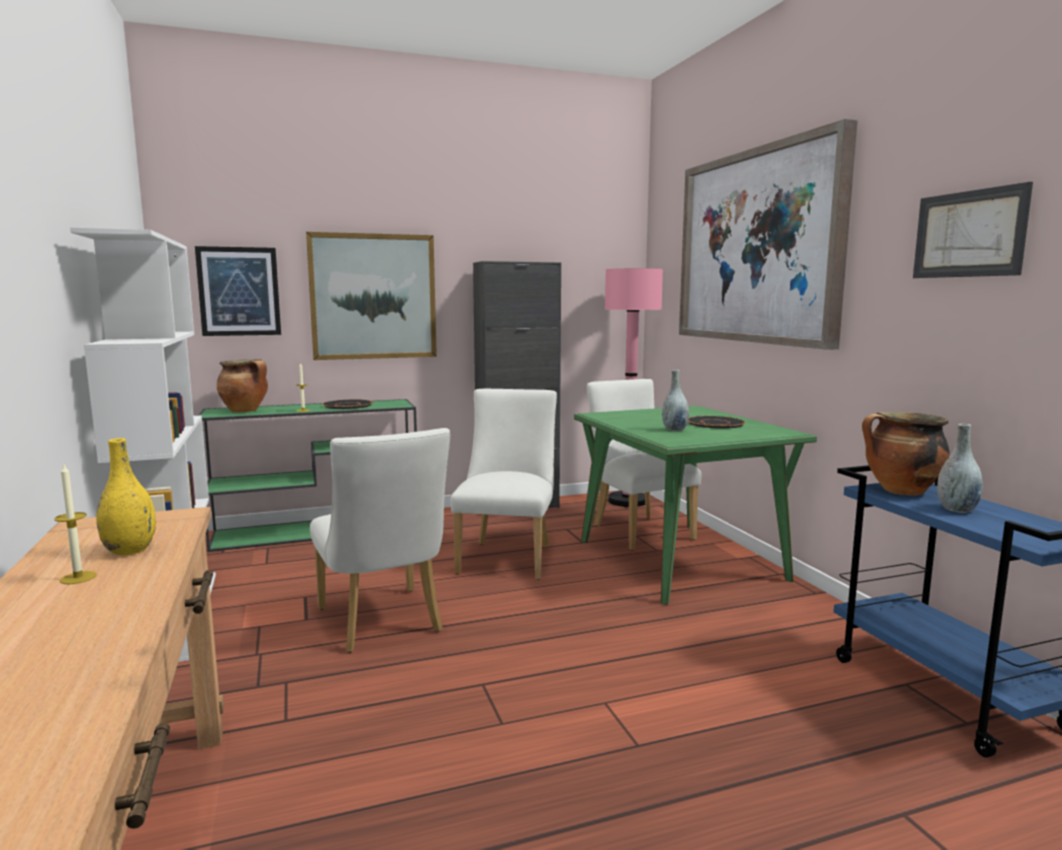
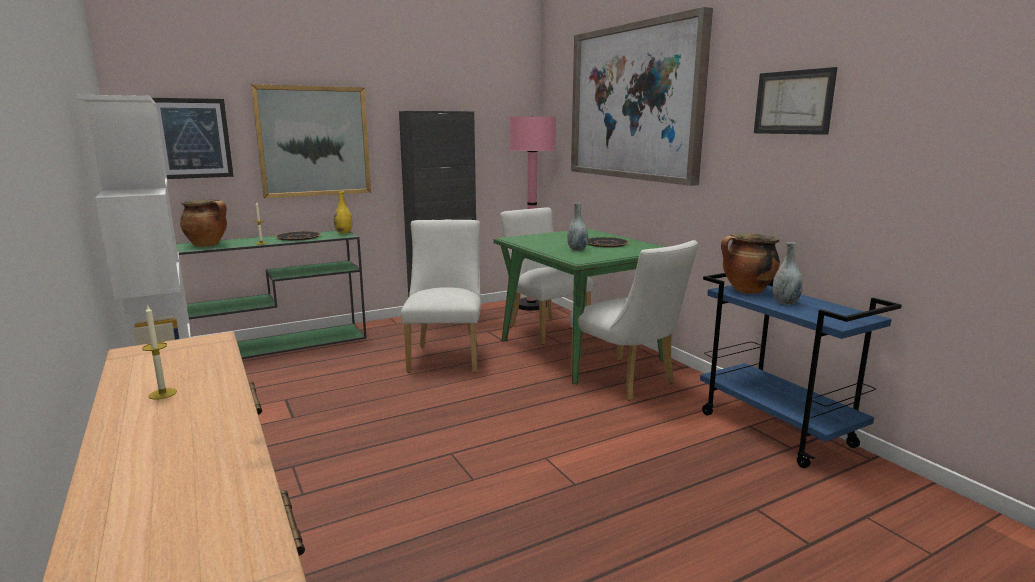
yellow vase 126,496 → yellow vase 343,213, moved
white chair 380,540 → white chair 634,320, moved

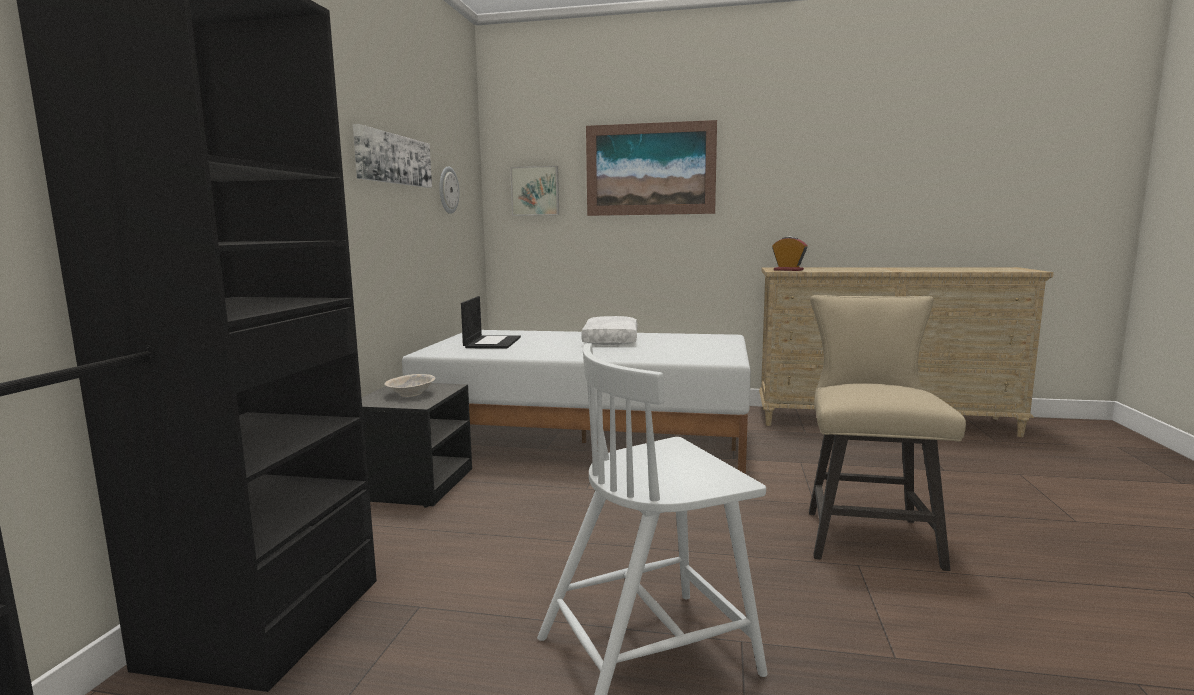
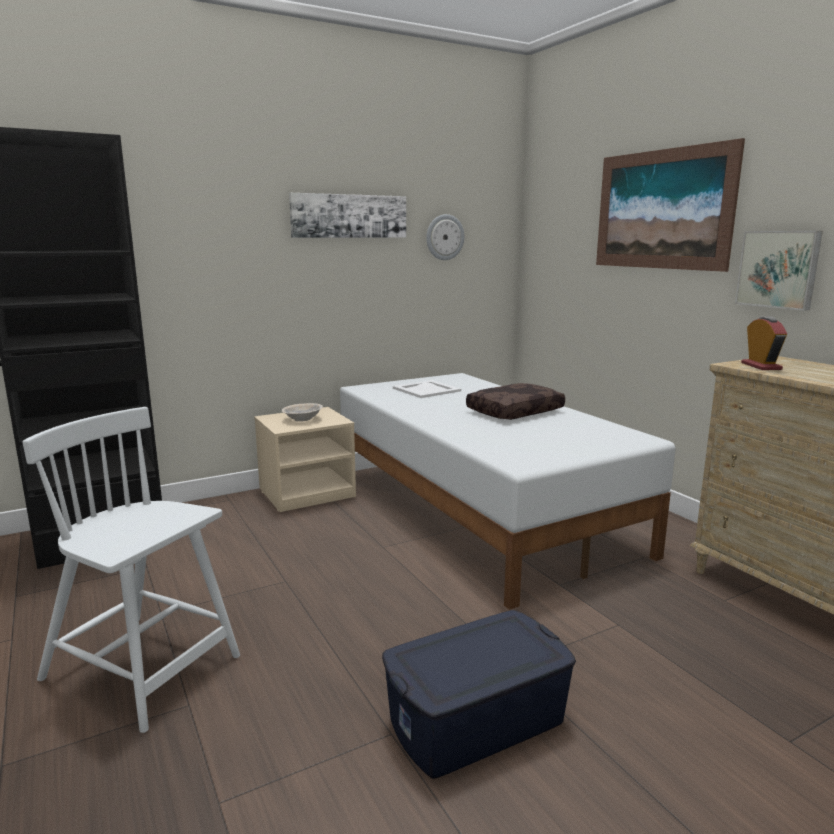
black nightstand 417,445 → beige nightstand 305,459
beige chair 887,433 → blue storage box 479,694
laptop 491,322 → white tray 427,389
white pillow 609,330 → brown pillow 515,401
picture 534,191 → picture 779,271, moved

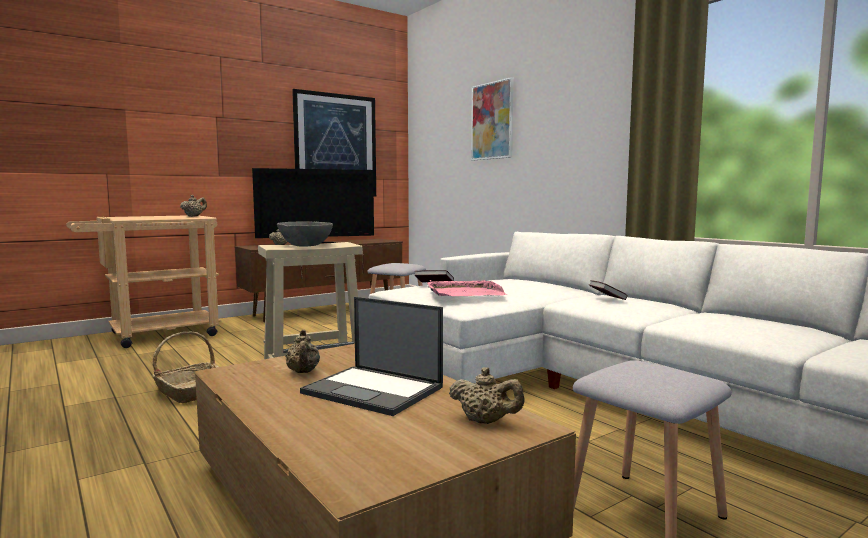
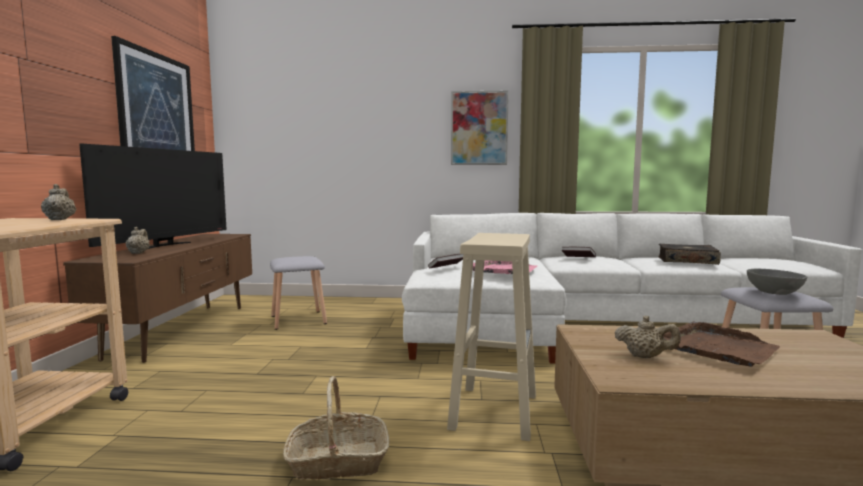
picture 492,118 → picture 480,128, moved
- → book 689,254
laptop 371,356 → brown tray 721,344
grey bowl 305,234 → grey bowl 777,282, moved
beige teapot 487,395 → -

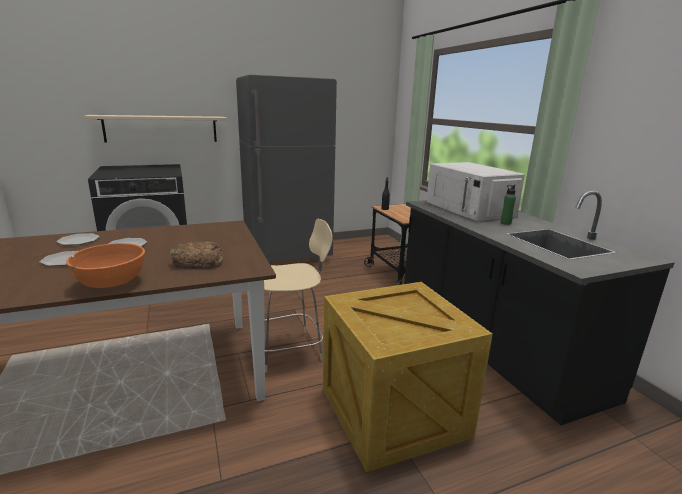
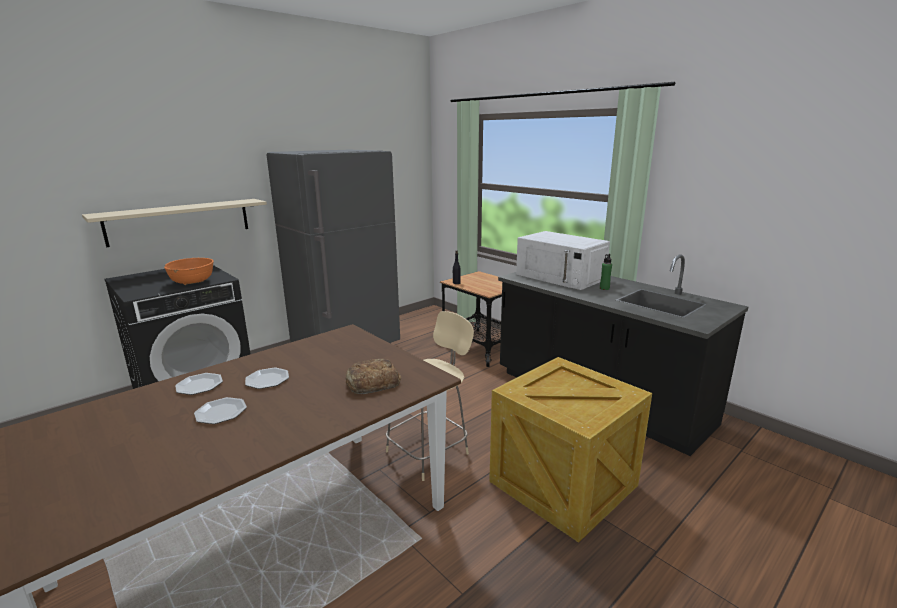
orange bowl 105,265 → orange bowl 189,271, moved

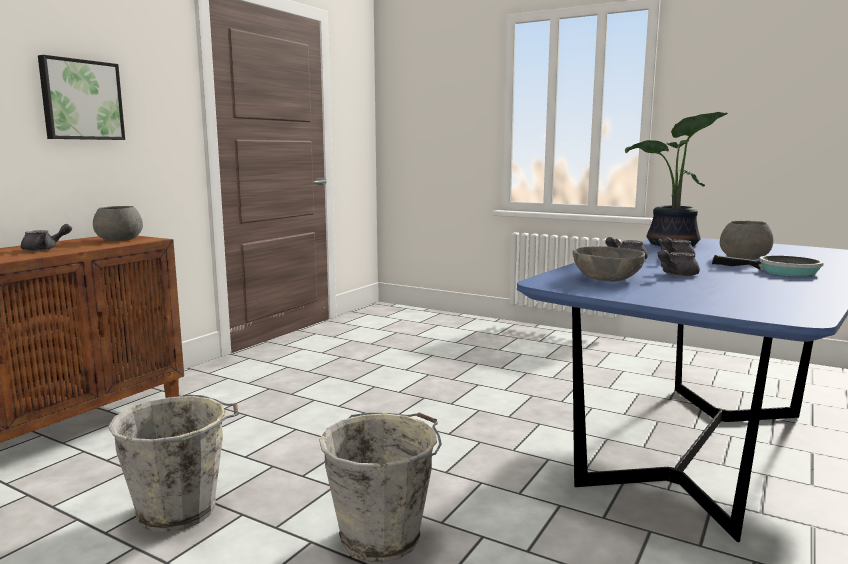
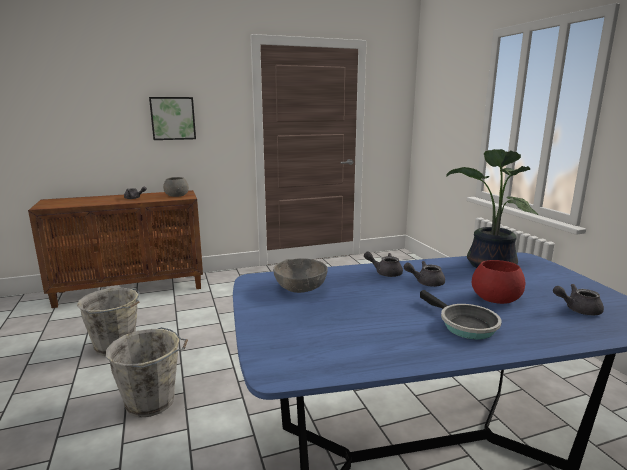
grey bowl 746,240 → red bowl 498,282
grey teapot 678,263 → grey teapot 578,299, moved

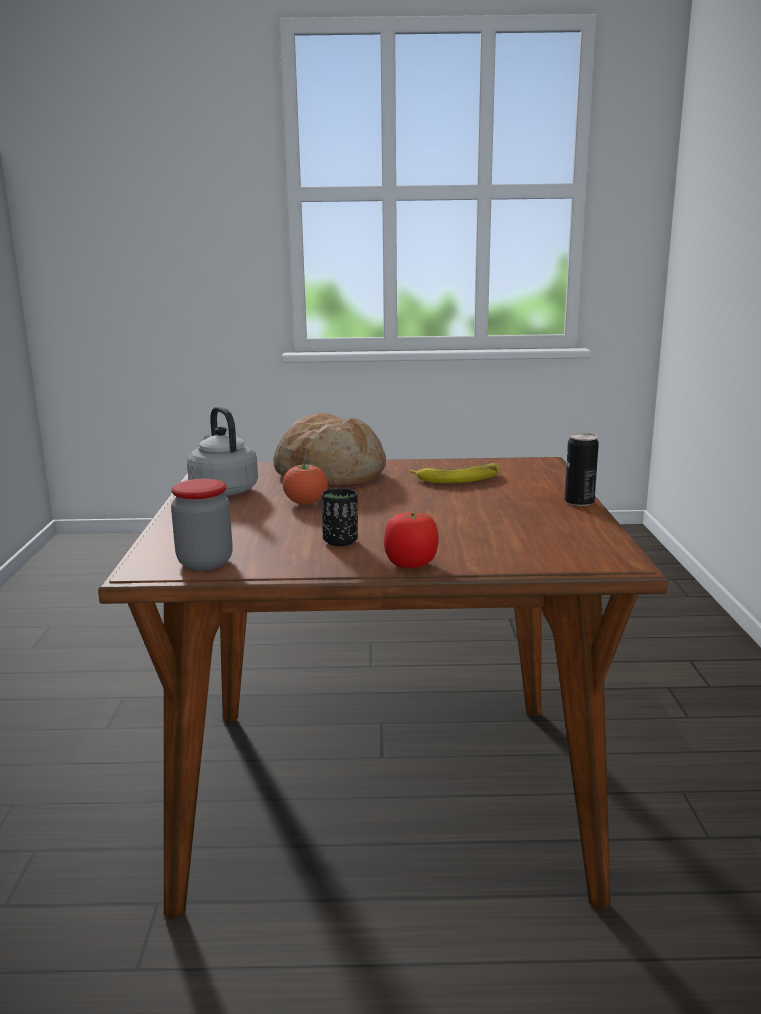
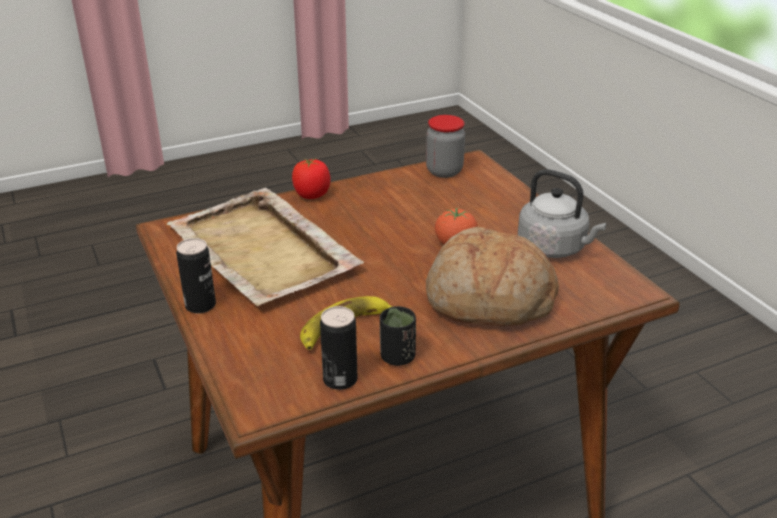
- → beige tray 265,247
- → can 338,348
black cup 340,517 → black cup 398,336, moved

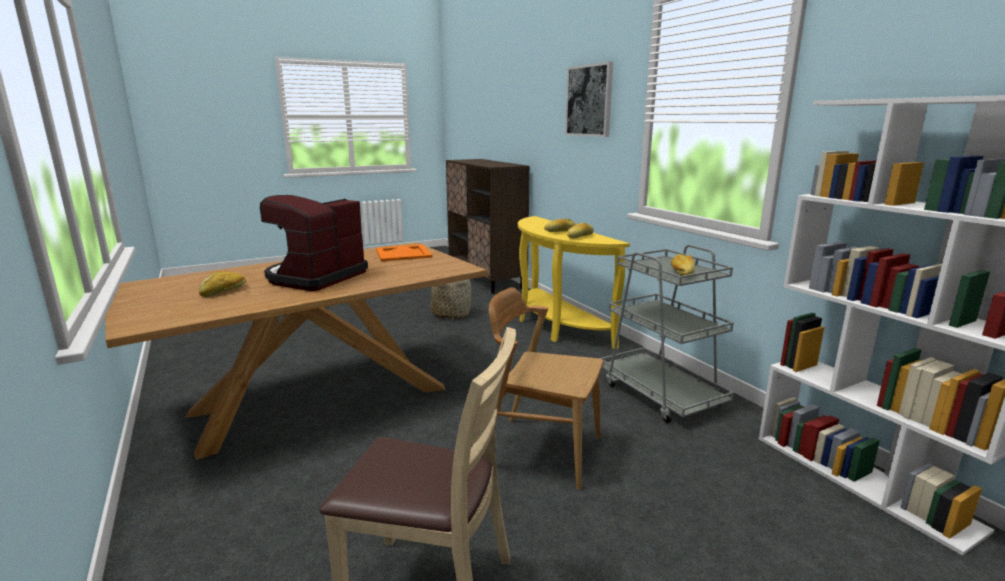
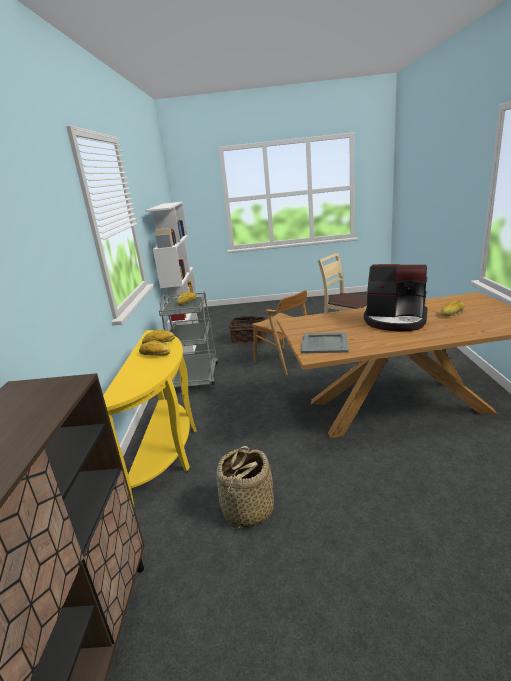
- → basket 248,330
orange tray 404,253 → grey tray 325,342
coffee machine 314,243 → coffee machine 396,297, 60 degrees clockwise
picture 589,99 → -

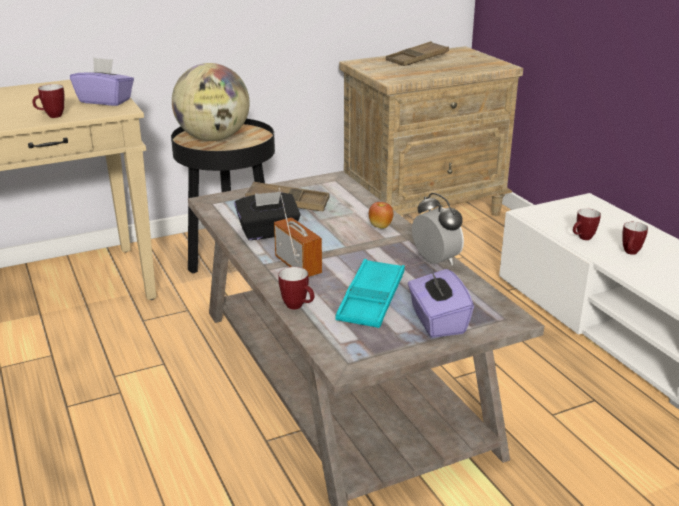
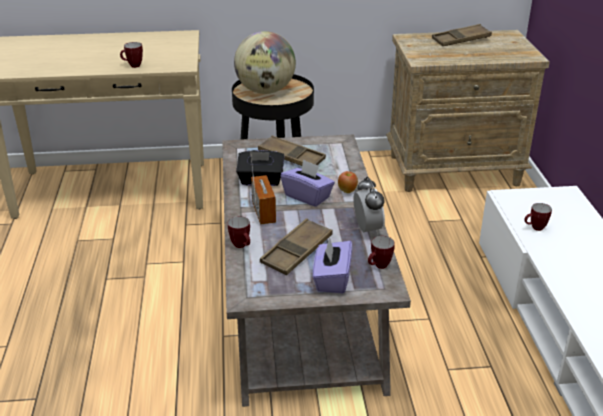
turquoise tray 370,293 → brown tray 296,246
purple tissue box 102,82 → purple tissue box 307,183, moved
mug 635,238 → mug 381,252, moved

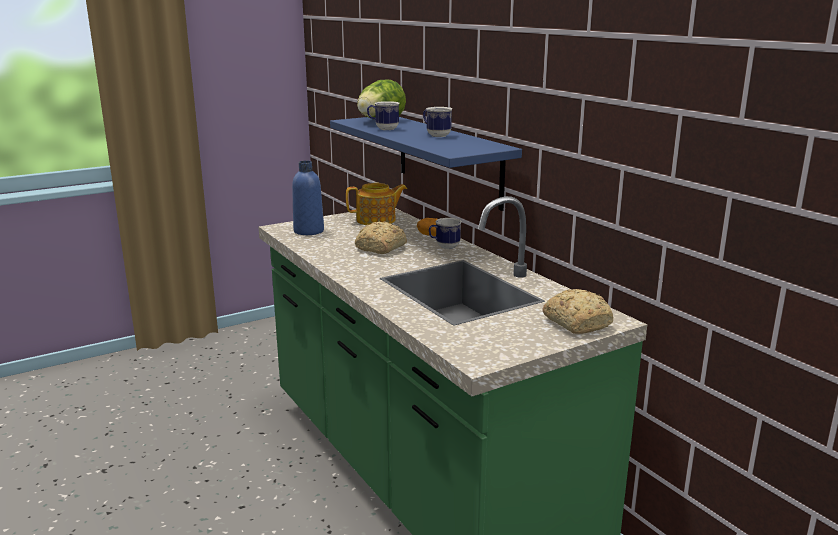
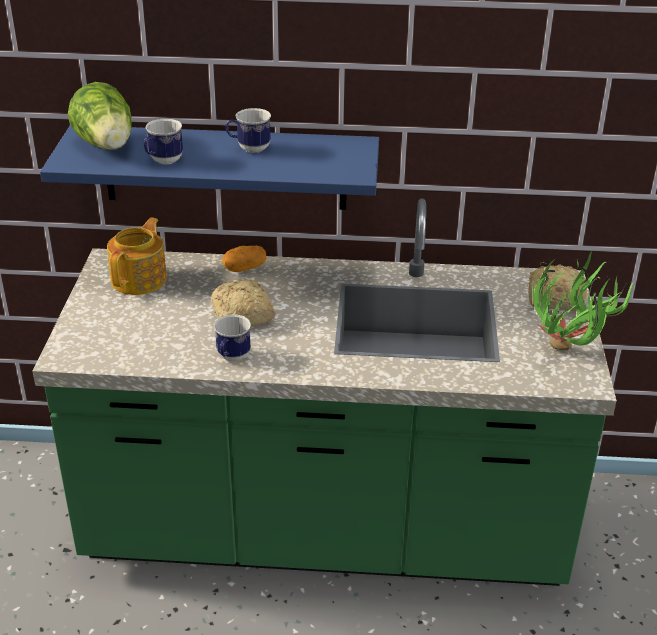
mug 445,233 → mug 232,337, moved
- → potted plant 583,301
blue bottle 308,198 → -

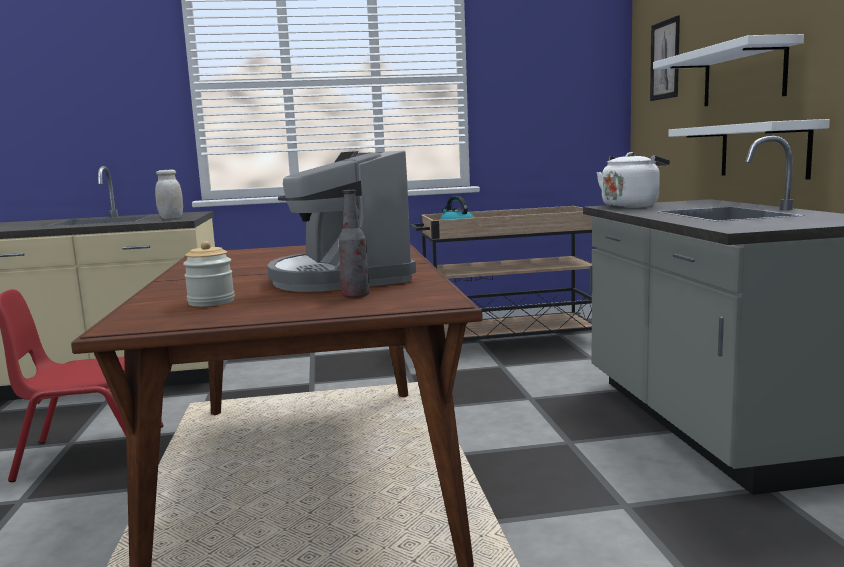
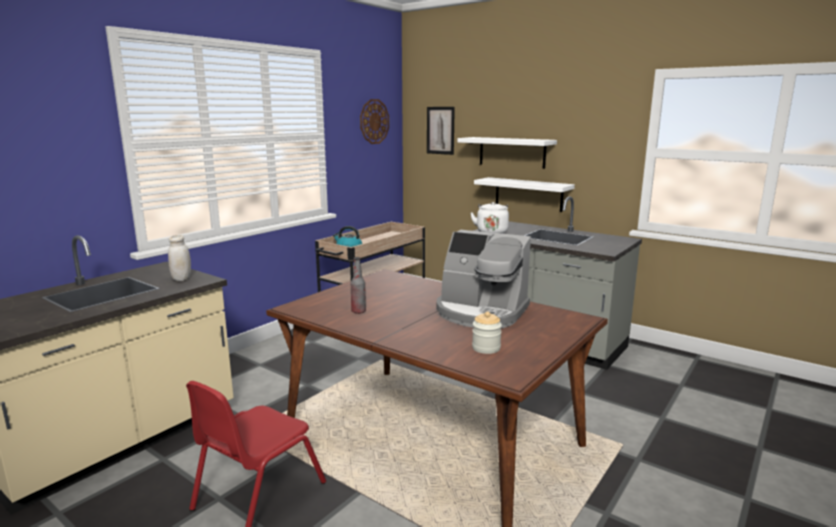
bottle 354,244 → bottle 358,285, moved
- → wall clock 374,121

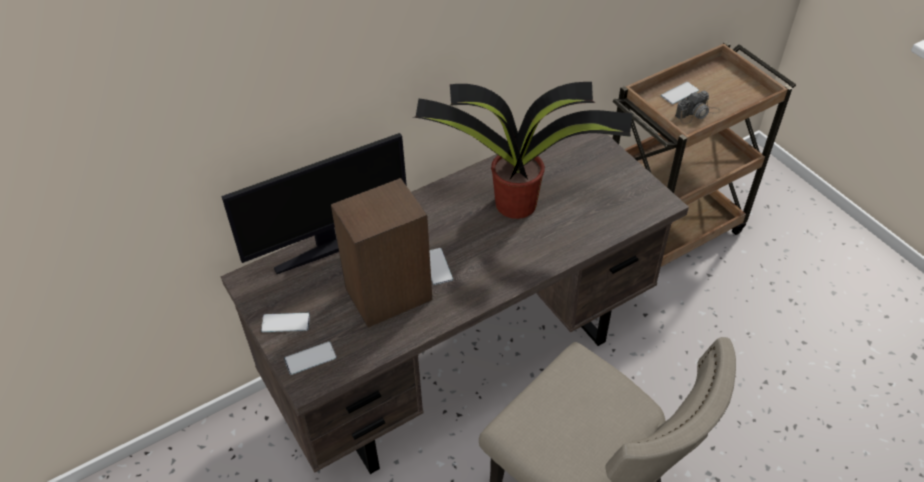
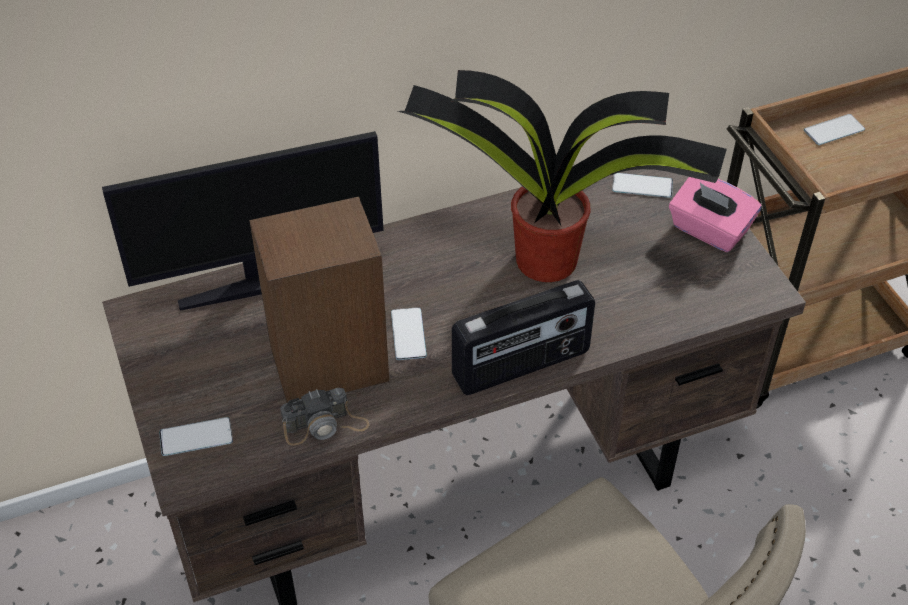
photo camera 698,107 → photo camera 324,416, moved
- → radio 523,337
phone 285,322 → phone 642,185, moved
- → pink tissue box 715,214

